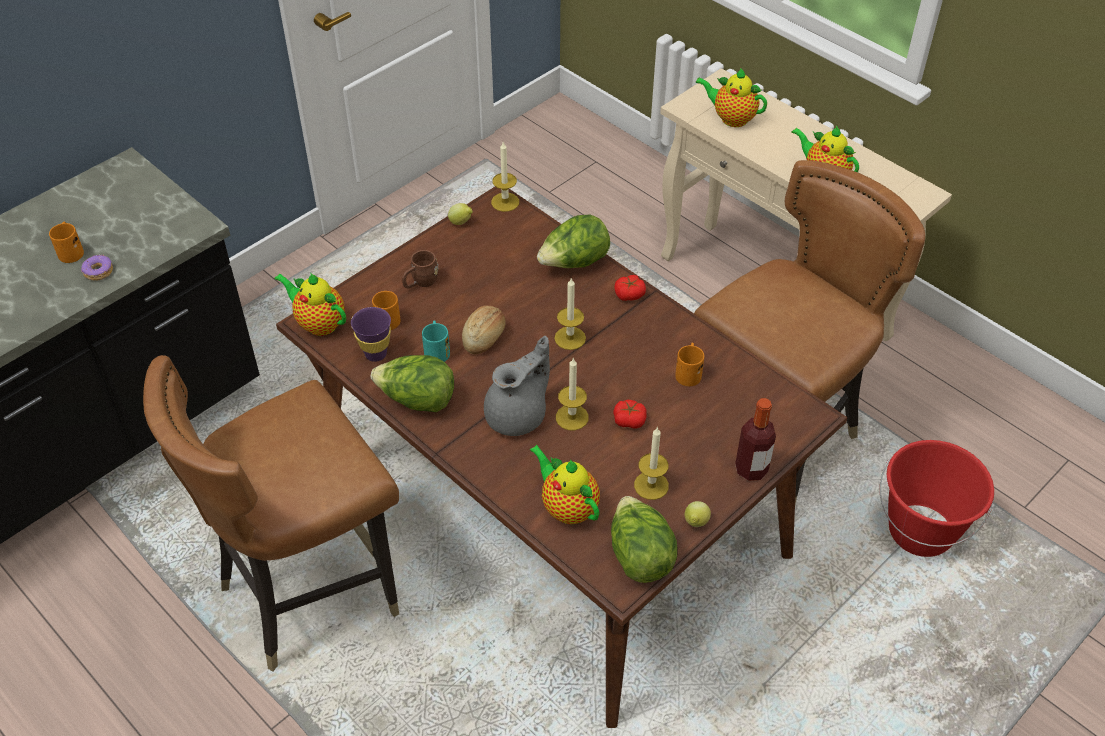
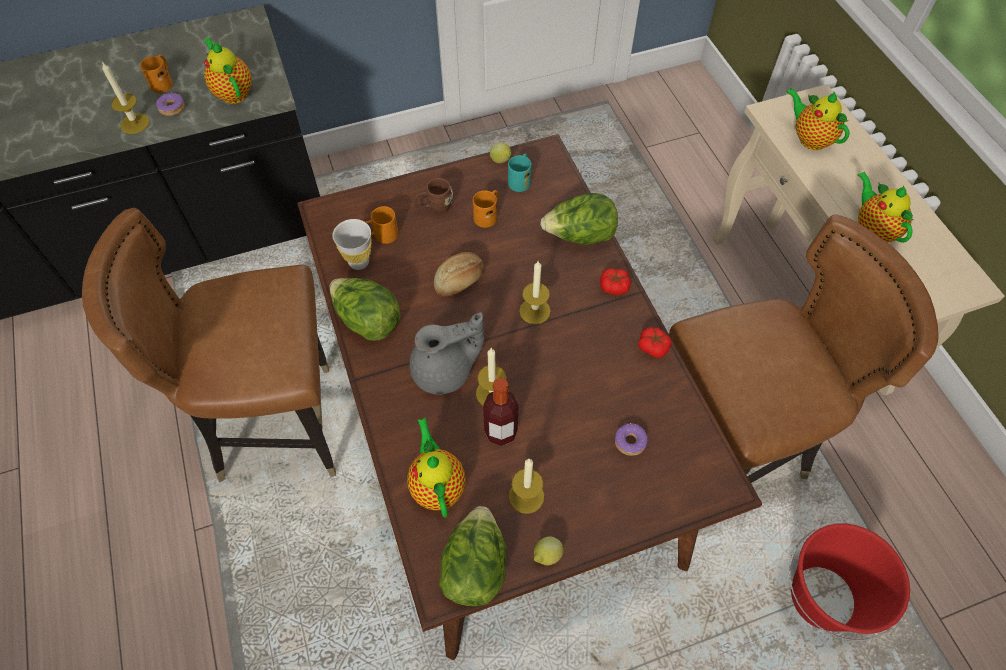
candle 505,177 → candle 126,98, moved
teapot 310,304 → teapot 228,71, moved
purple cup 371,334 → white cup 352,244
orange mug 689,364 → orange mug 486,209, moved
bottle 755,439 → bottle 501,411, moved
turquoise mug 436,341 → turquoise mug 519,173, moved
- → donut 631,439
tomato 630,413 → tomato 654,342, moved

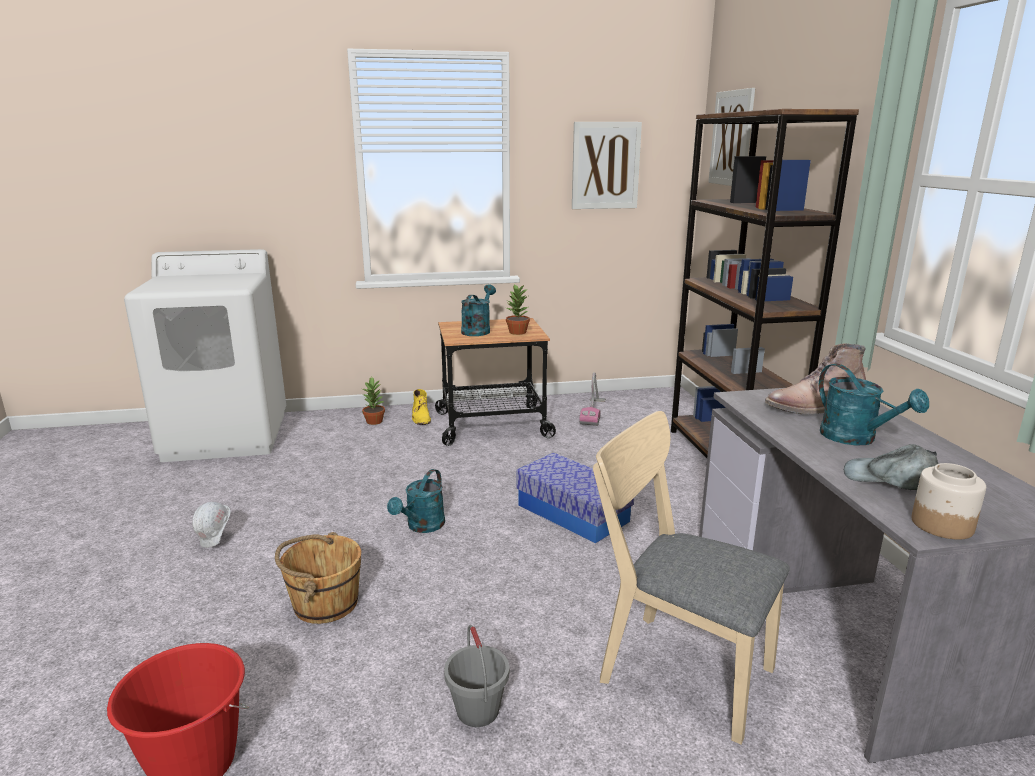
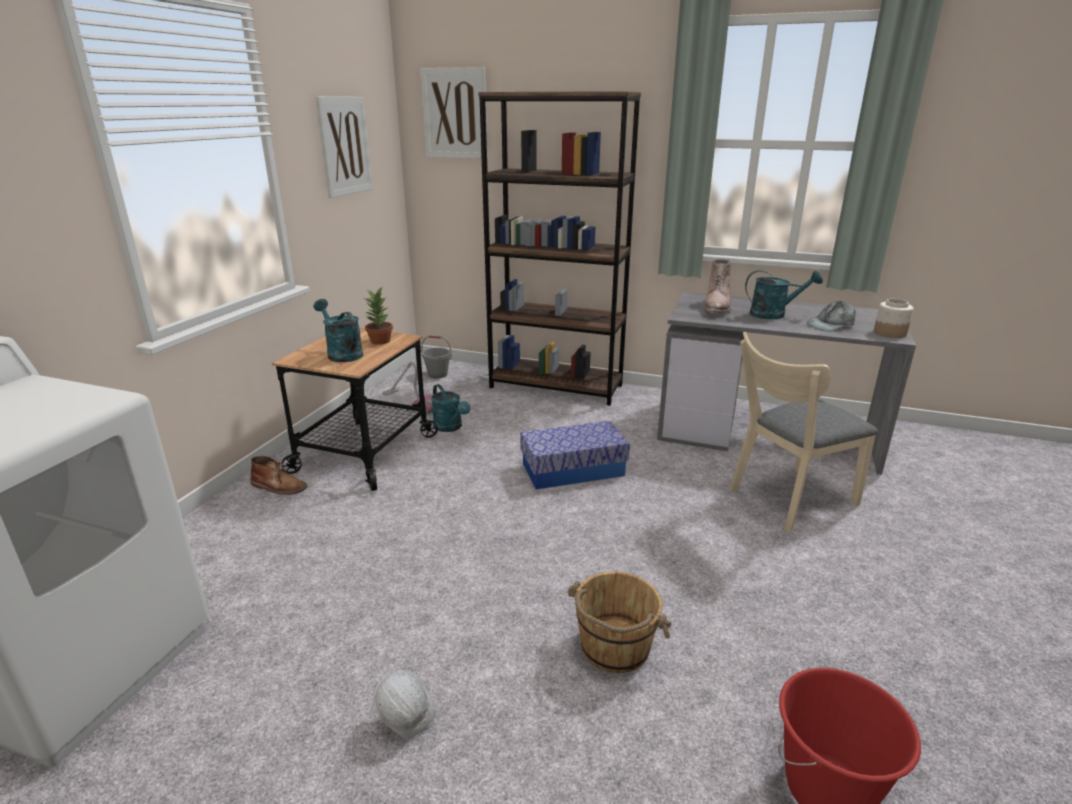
yellow boot 421,407 → brown boot 279,475
grey bucket 476,676 → grey bucket 436,357, moved
turquoise watering can 416,501 → turquoise watering can 450,408, moved
potted plant 373,401 → -

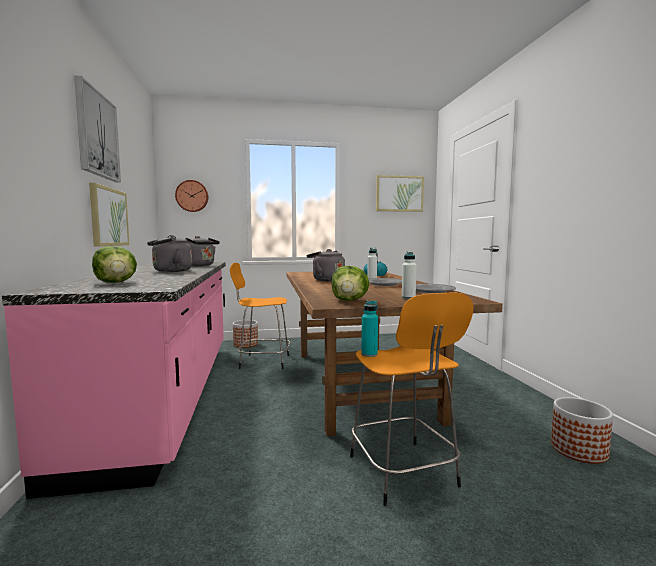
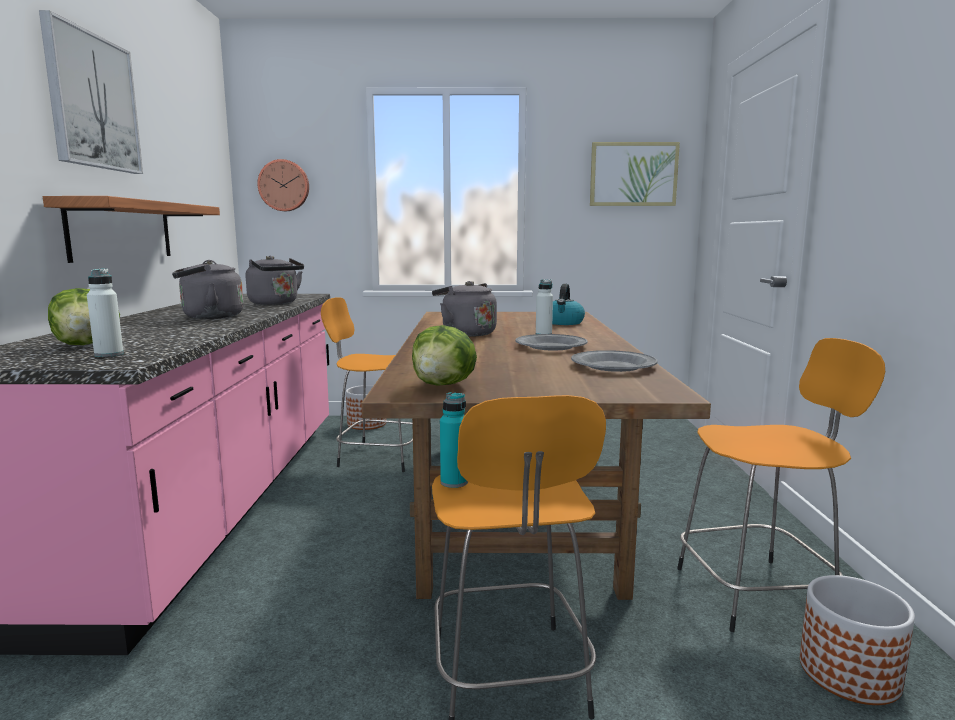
picture 109,215 → shelf 131,229
white bottle 409,275 → white bottle 105,312, moved
- → orange stool 781,485

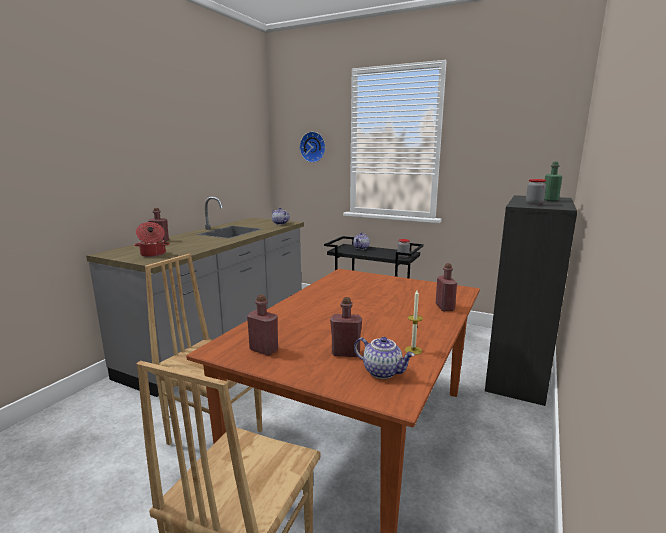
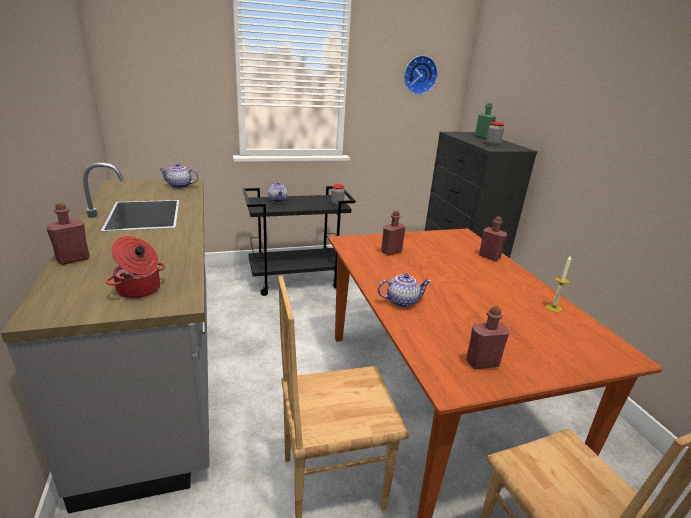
teapot 384,358 → teapot 404,290, moved
red bottle 346,327 → red bottle 393,233, moved
wall clock 313,147 → wall clock 421,75, moved

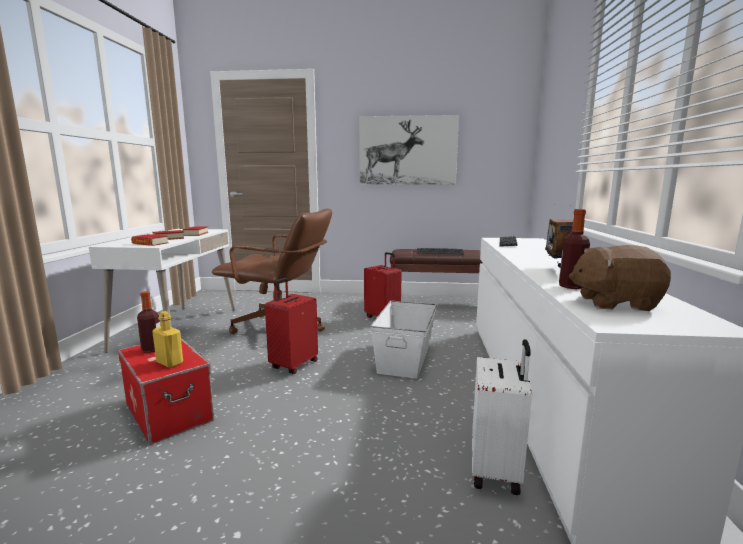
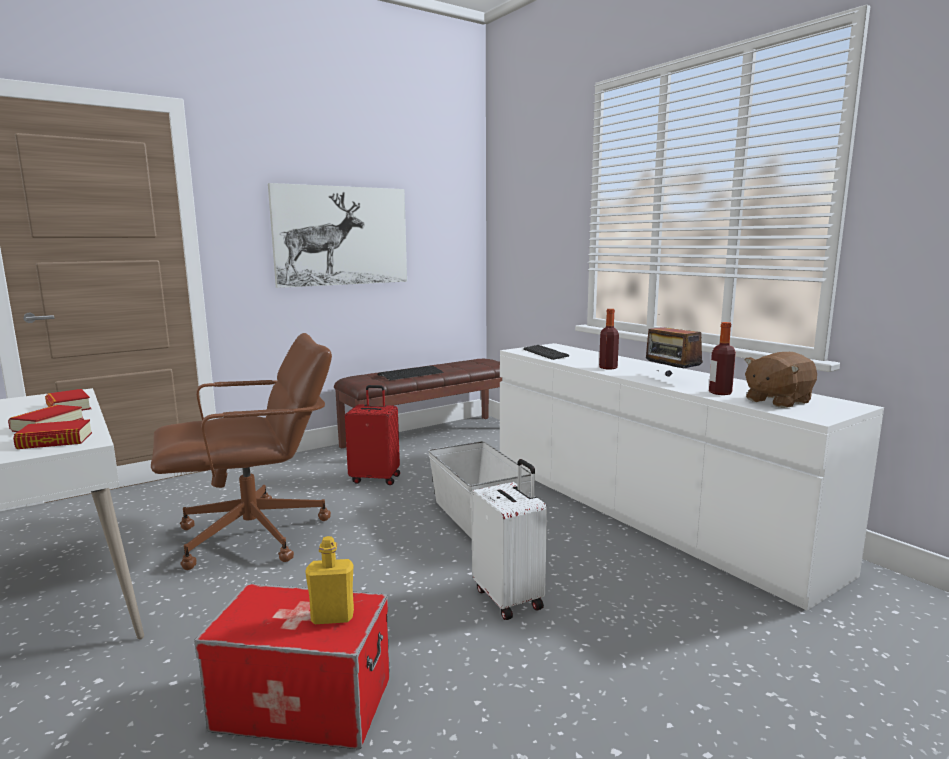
white suitcase 502,417 → white suitcase 509,539, moved
bottle 148,322 → bottle 609,339, moved
red suitcase 291,326 → -

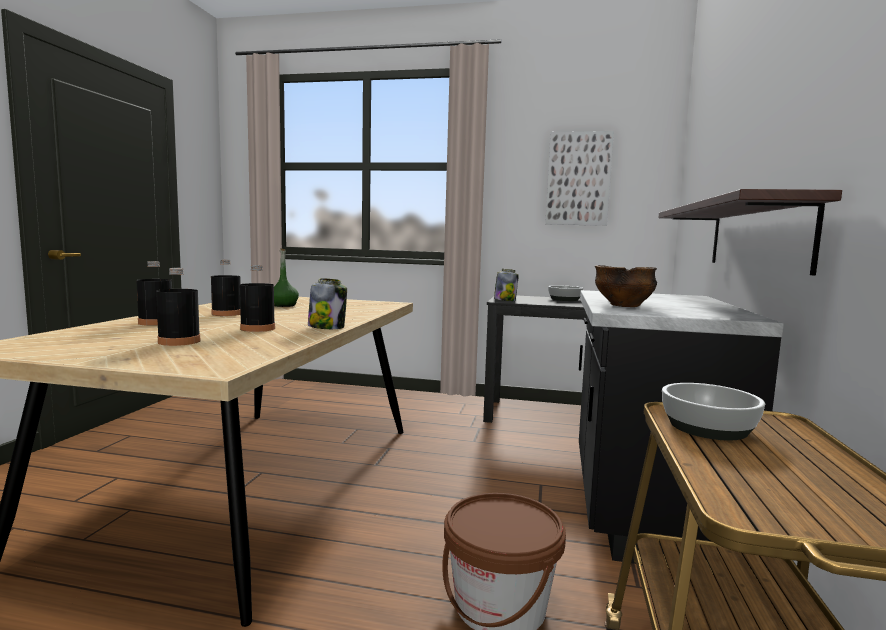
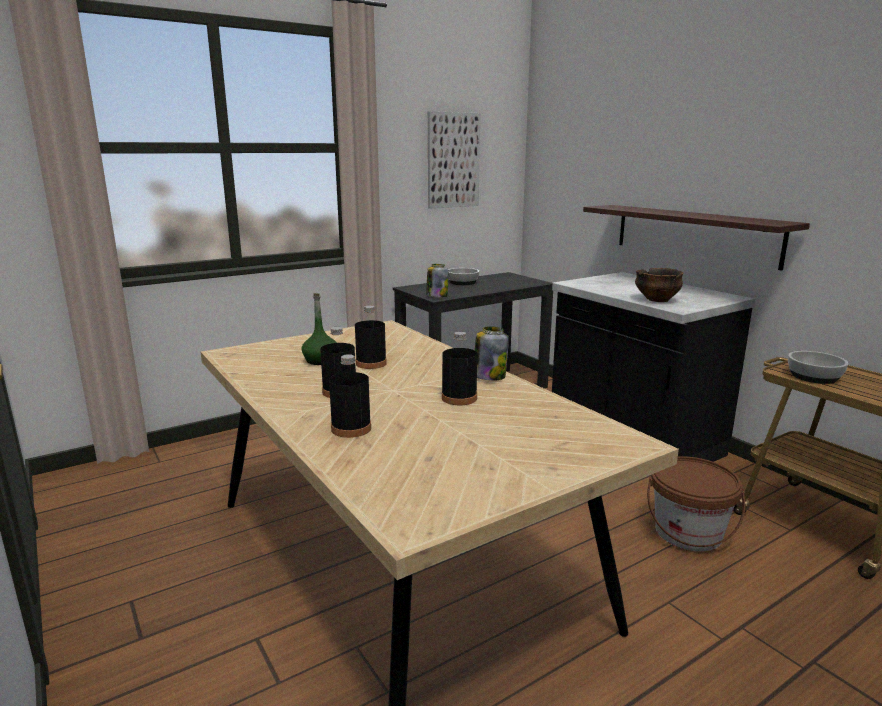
black bottle 178,307 → black bottle 371,337, moved

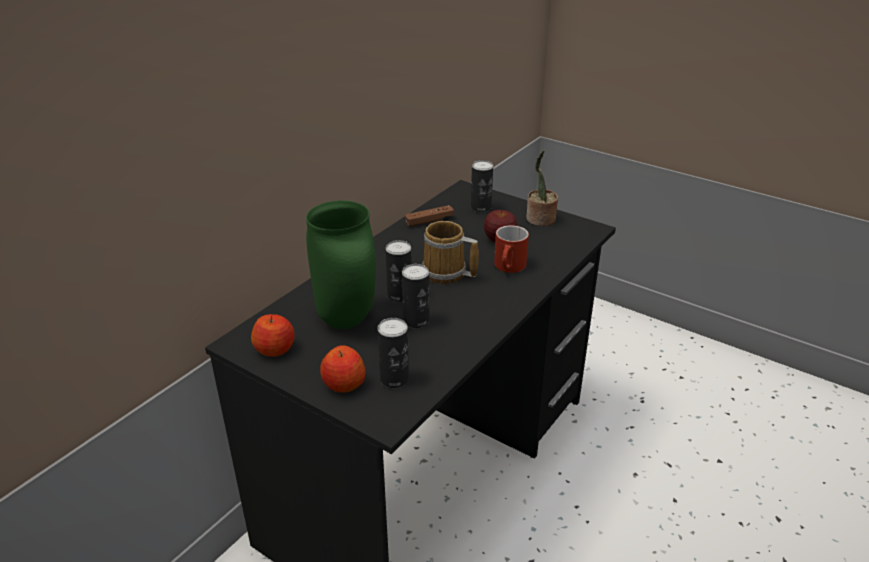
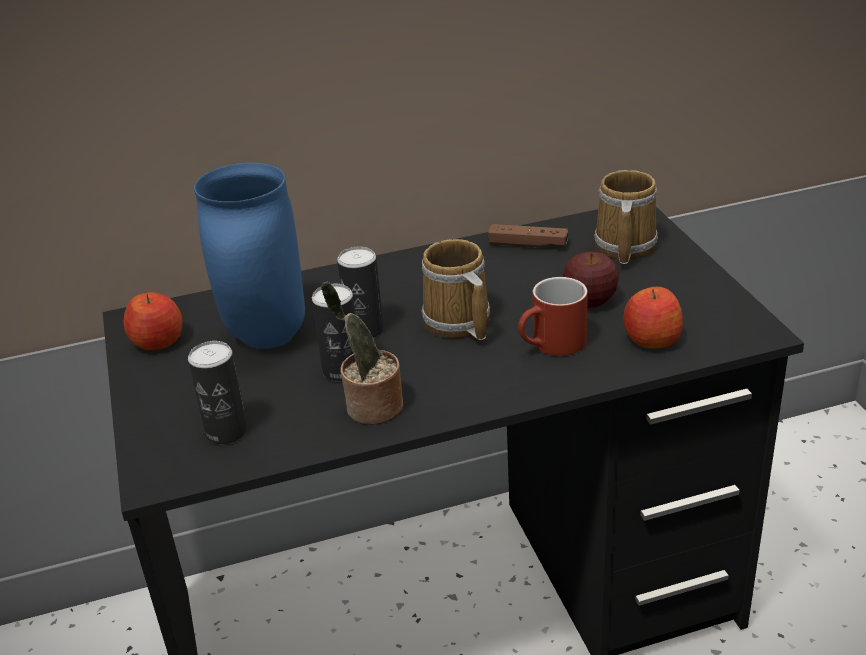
green vase 341,264 → blue vase 249,256
potted plant 542,188 → potted plant 362,353, moved
can 482,186 → mug 626,217
apple 343,369 → apple 653,318, moved

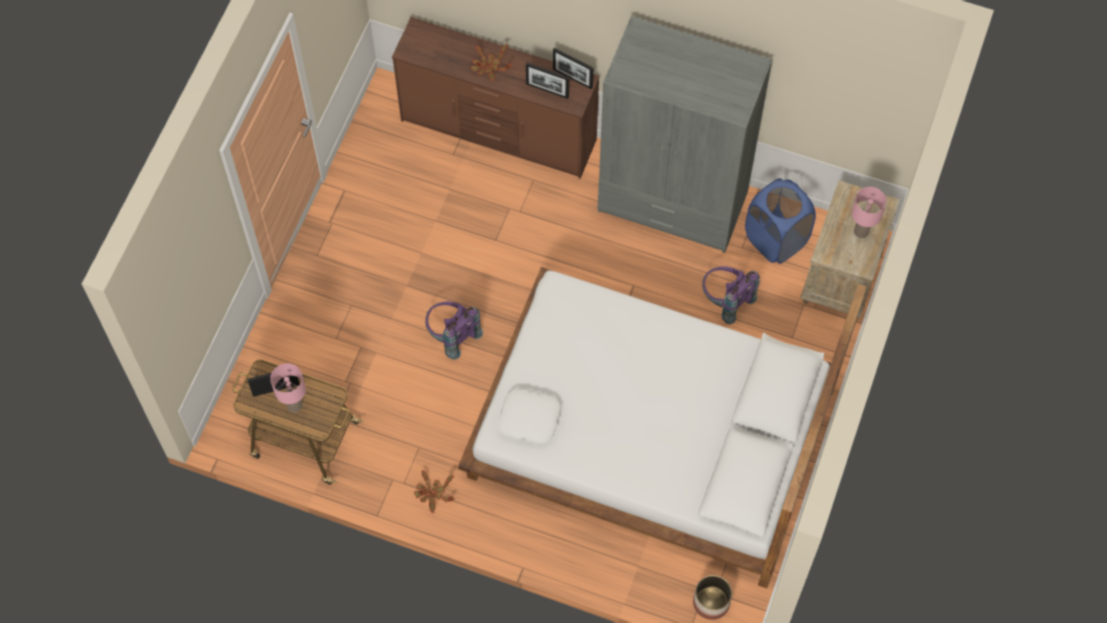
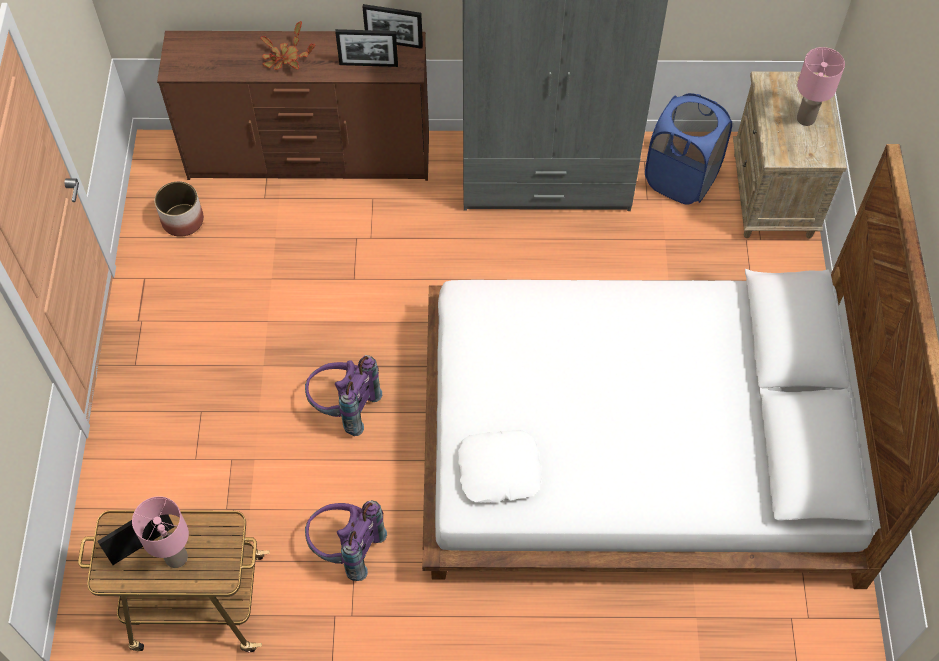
planter 712,597 → planter 179,209, moved
purple backpack 731,295 → purple backpack 346,540, moved
potted plant 434,491 → -

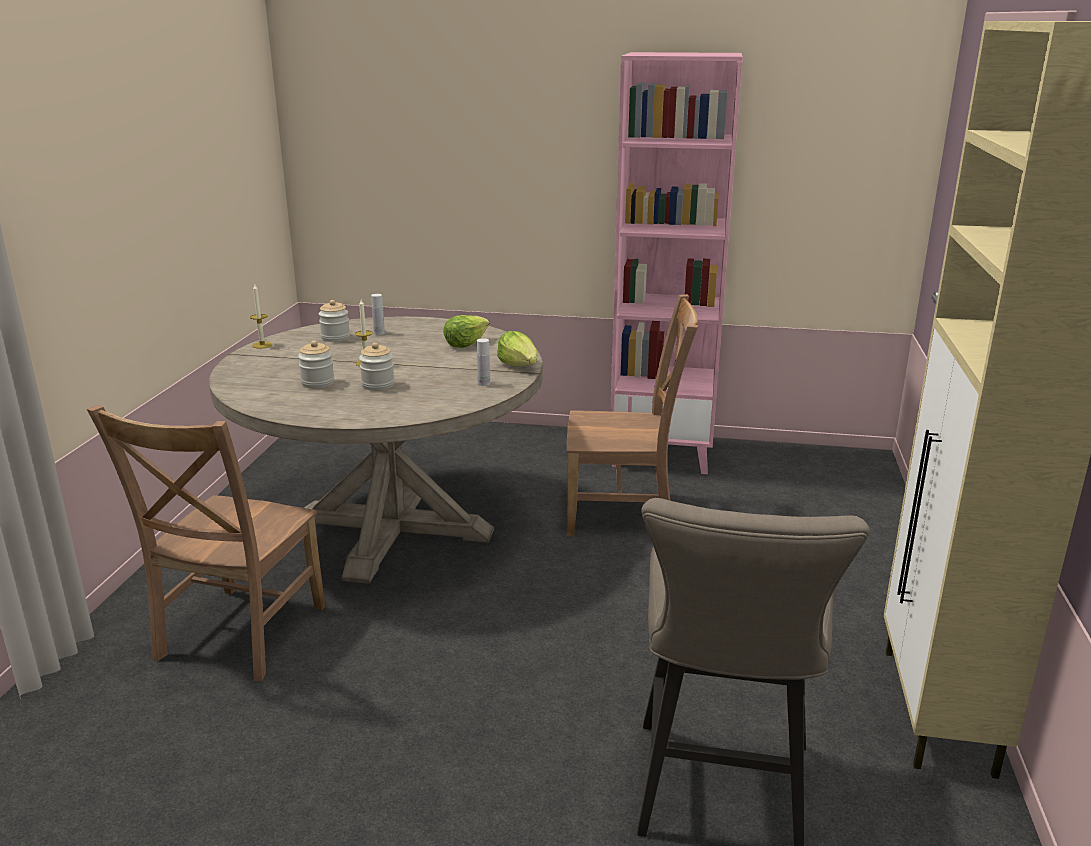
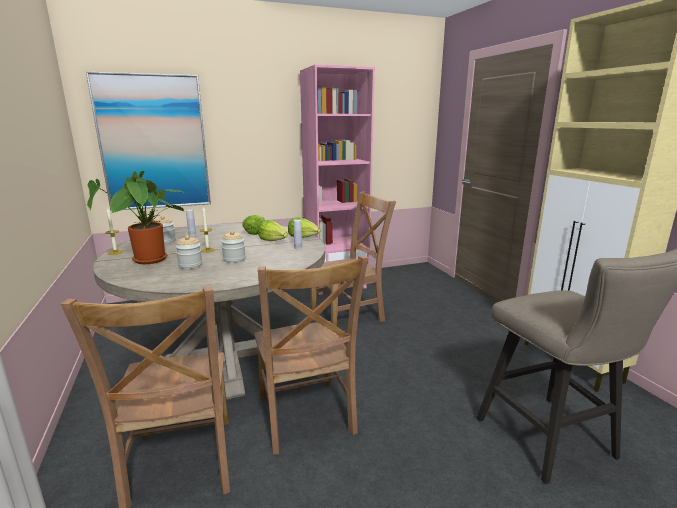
- → picture 148,141
- → potted plant 136,217
- → brown chair 311,354
- → lettuce 273,230

